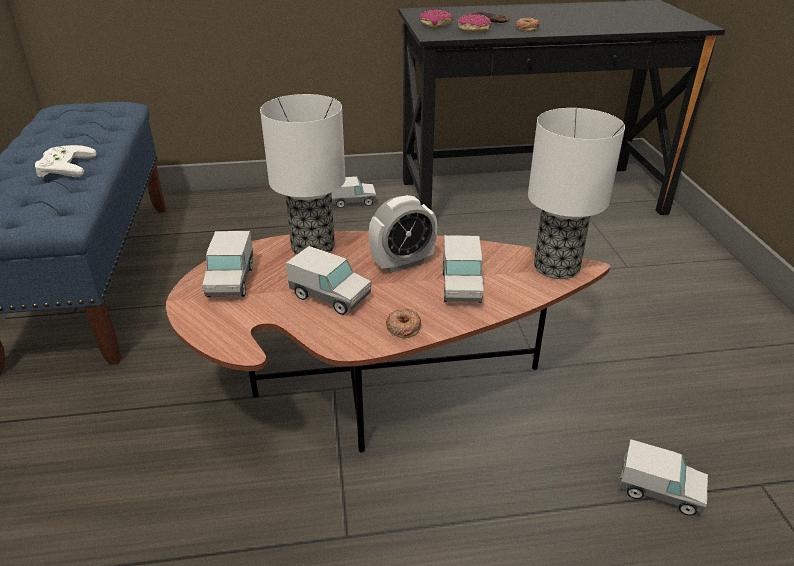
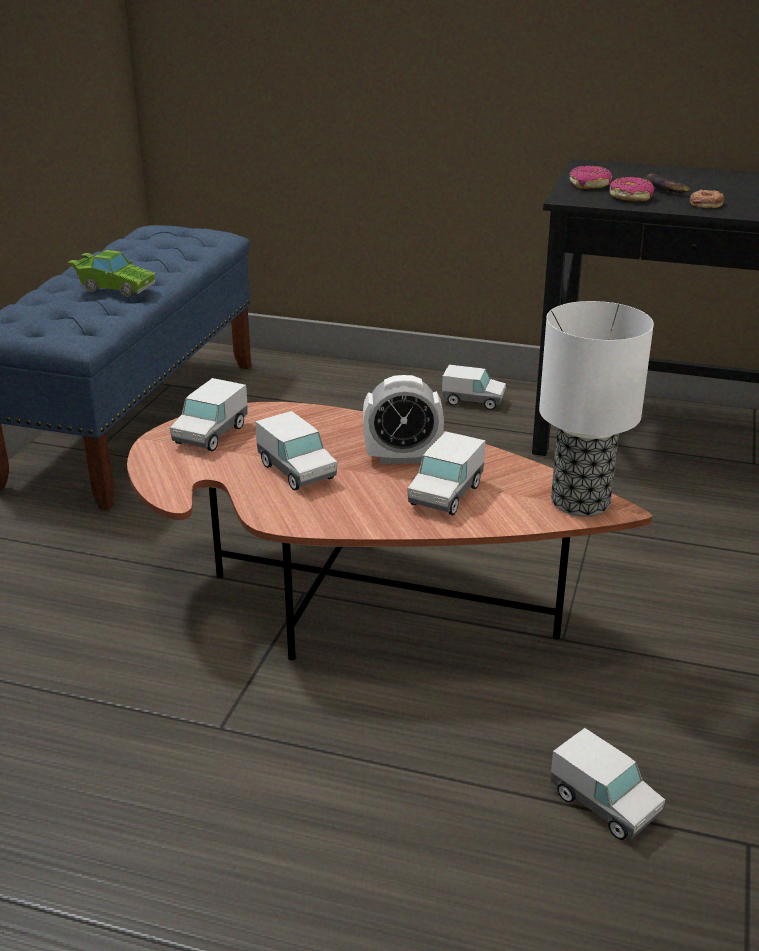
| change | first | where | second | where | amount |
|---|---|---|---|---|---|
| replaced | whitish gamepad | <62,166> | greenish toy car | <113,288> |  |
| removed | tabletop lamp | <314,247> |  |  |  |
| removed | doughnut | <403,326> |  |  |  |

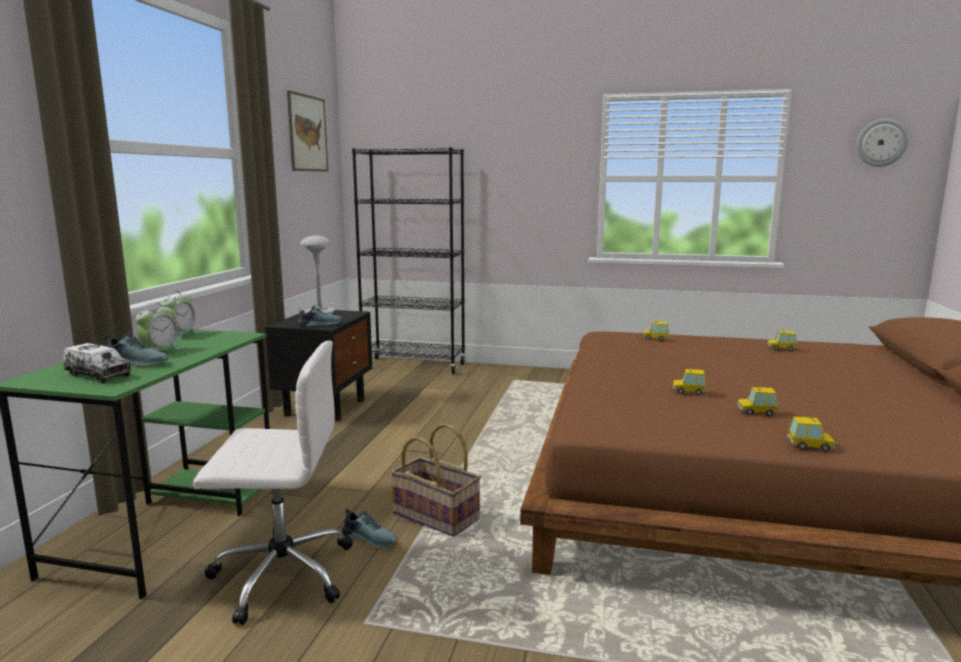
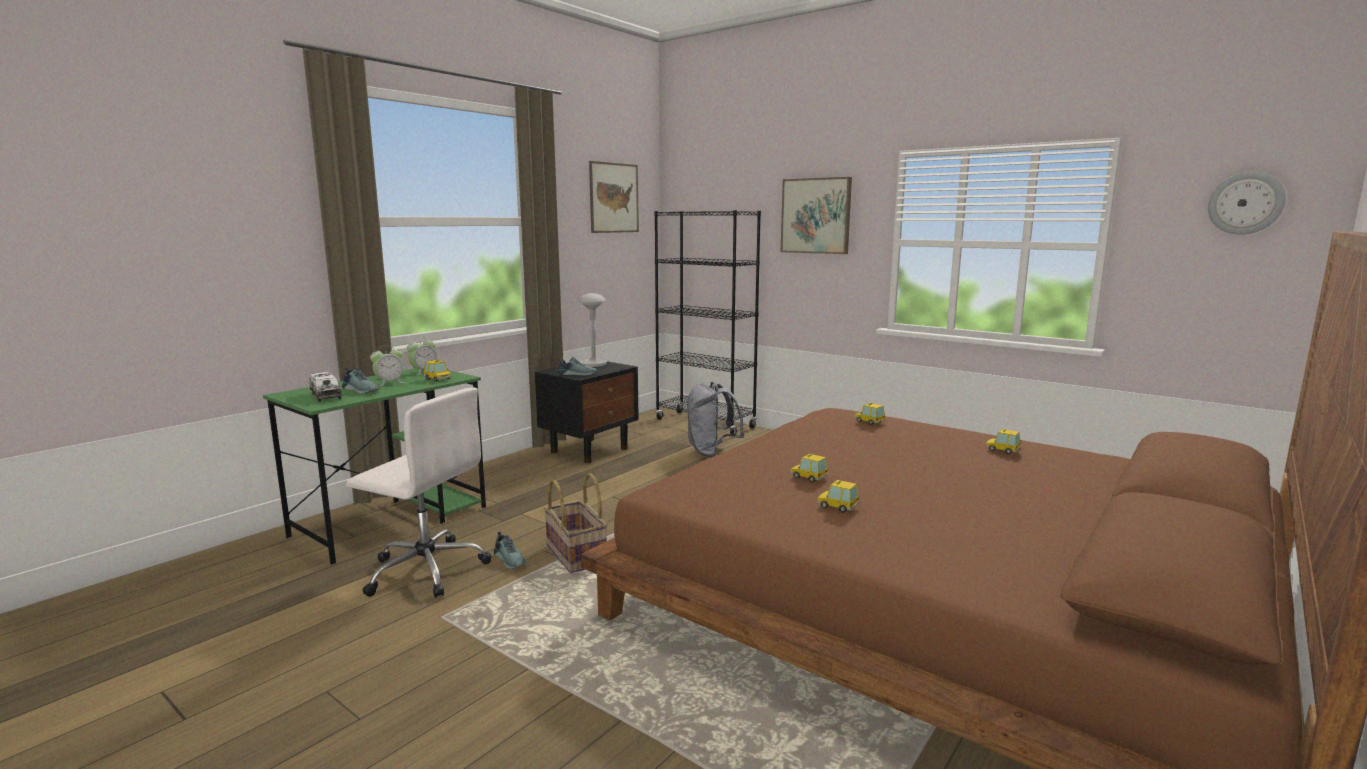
| change | first | where | second | where | amount |
|---|---|---|---|---|---|
| moved | toy car | <810,445> |  | <438,379> |  |
| added |  |  | gray backpack | <711,452> |  |
| added |  |  | wall picture | <816,216> |  |

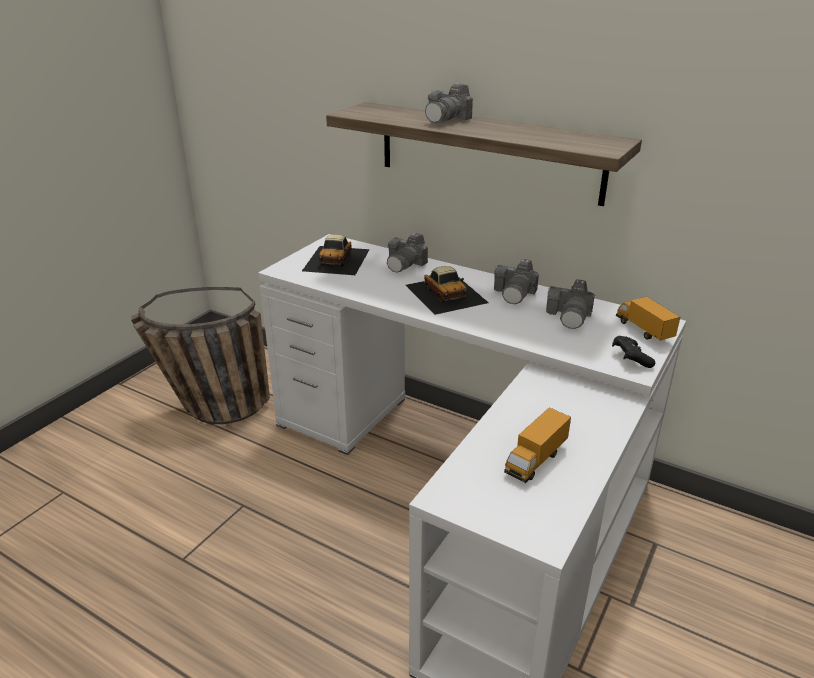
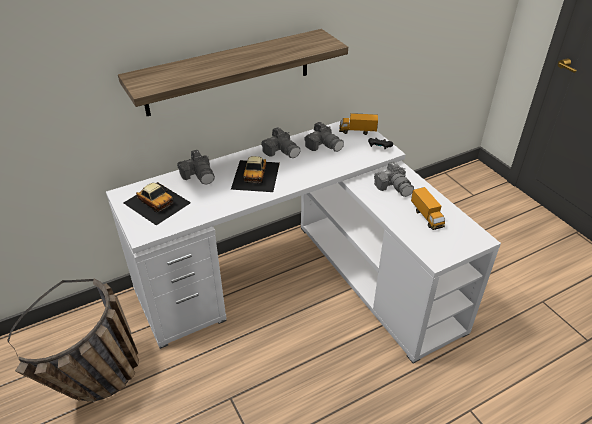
| change | first | where | second | where | amount |
|---|---|---|---|---|---|
| turned | toy car | <446,293> |  | <256,175> | 90 degrees clockwise |
| moved | photo camera | <447,119> |  | <394,187> |  |

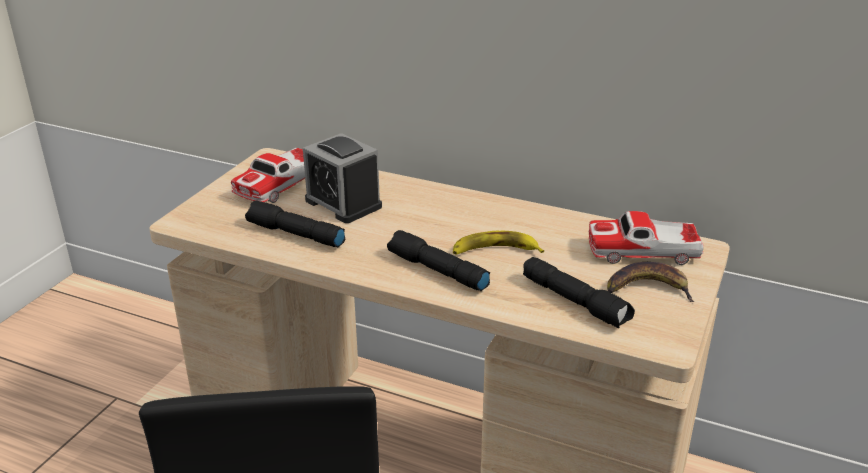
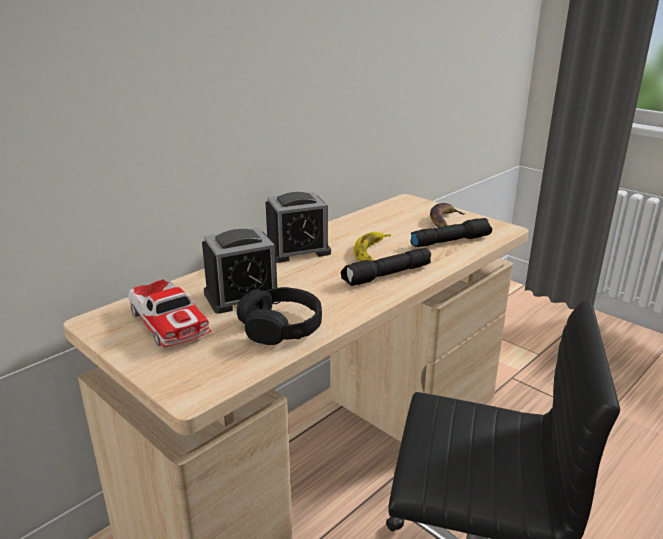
| change | first | where | second | where | amount |
|---|---|---|---|---|---|
| replaced | black-coloured flashlight | <294,234> | black-coloured headset | <281,327> |  |
| removed | toy car | <643,251> |  |  |  |
| added |  |  | alarm clock | <297,250> |  |

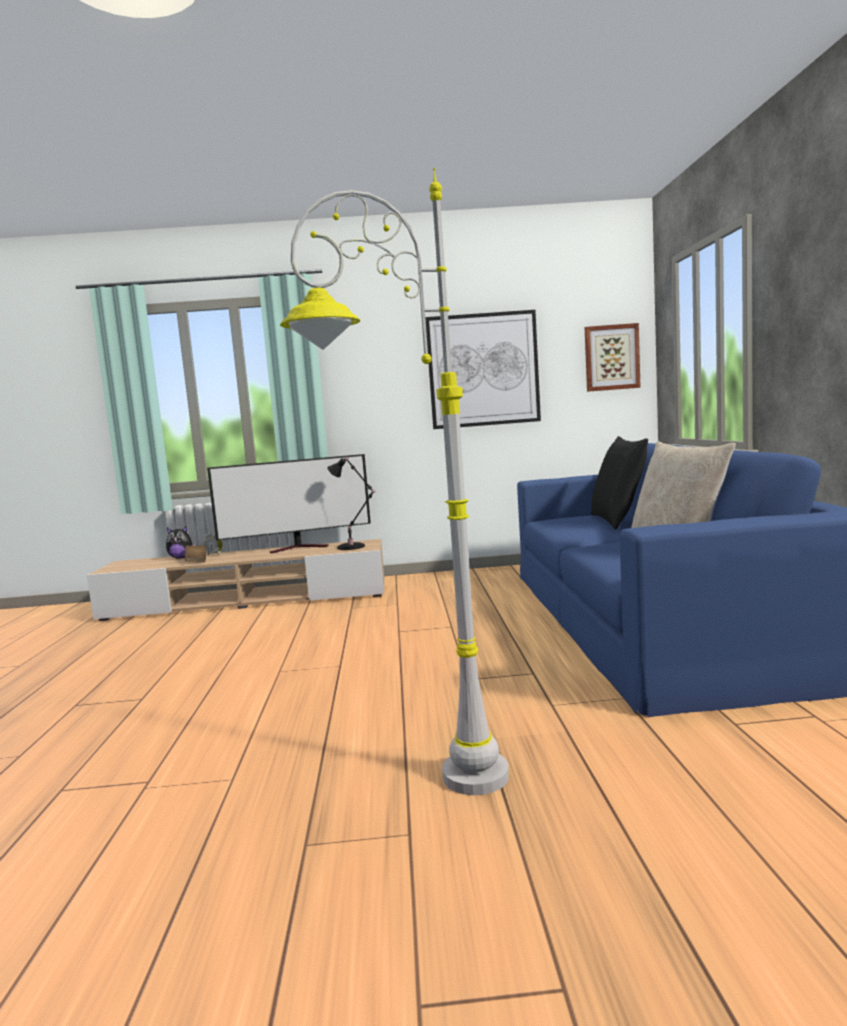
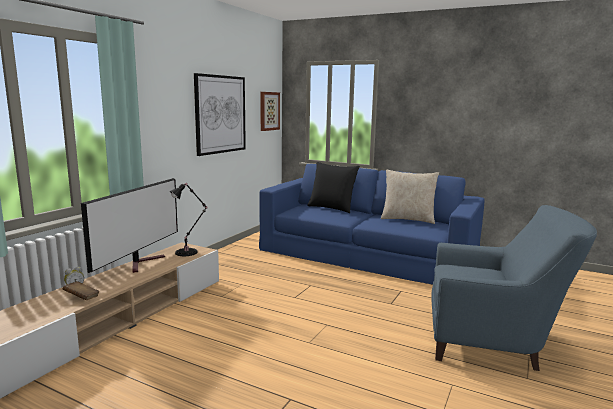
| change | first | where | second | where | amount |
|---|---|---|---|---|---|
| removed | plush toy | <181,558> |  |  |  |
| replaced | gray standing lamp | <420,788> | blue-coloured armchair | <494,343> |  |

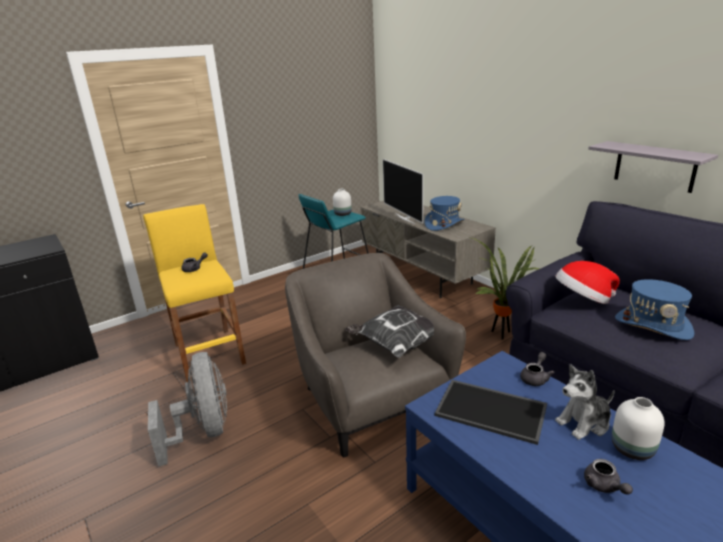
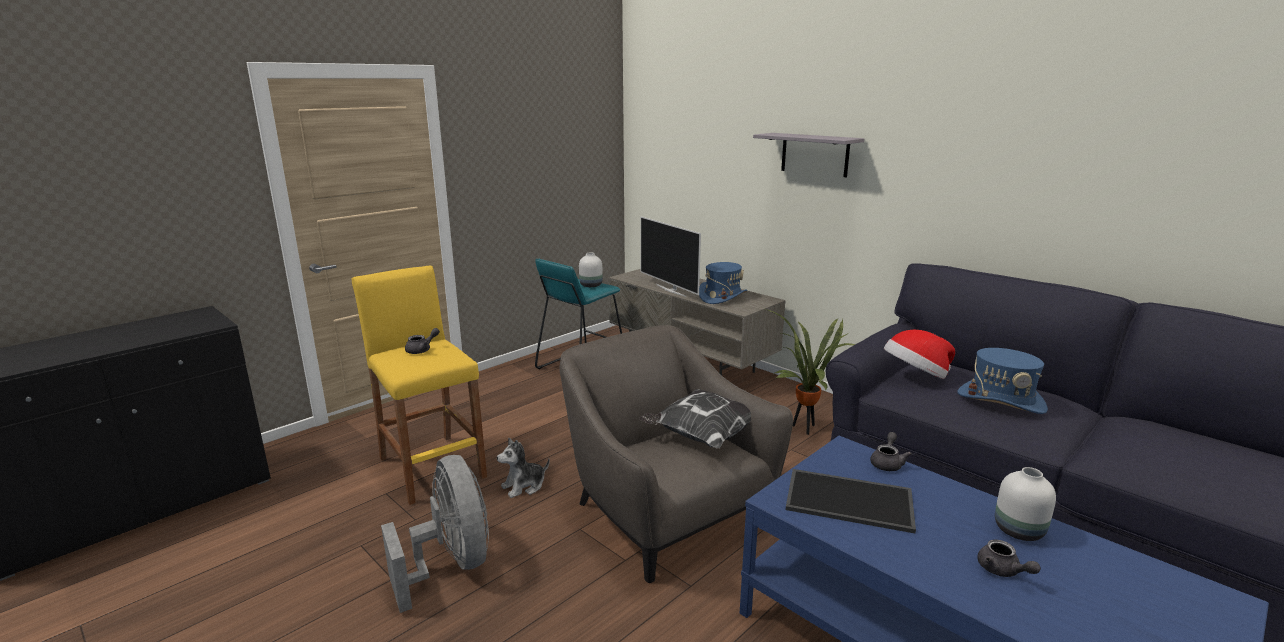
| change | first | where | second | where | amount |
|---|---|---|---|---|---|
| moved | plush toy | <584,422> |  | <524,486> |  |
| moved | gray bracket shelf | <654,166> |  | <814,154> |  |

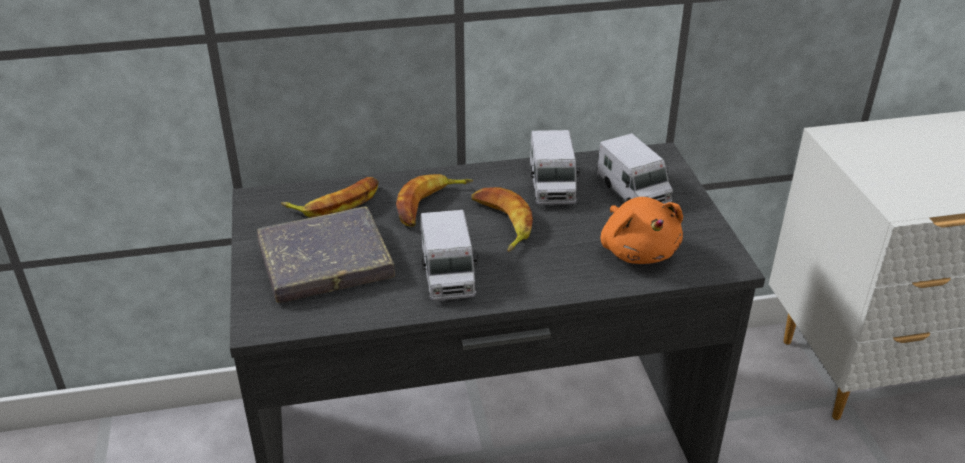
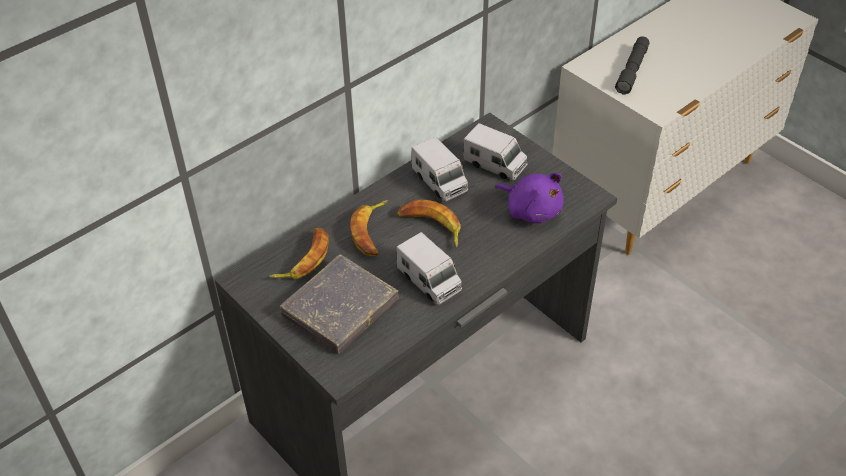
| change | first | where | second | where | amount |
|---|---|---|---|---|---|
| recoloured | orangey plush toy | <638,250> | purplish plush toy | <531,210> |  |
| added |  |  | gray flashlight | <632,70> |  |

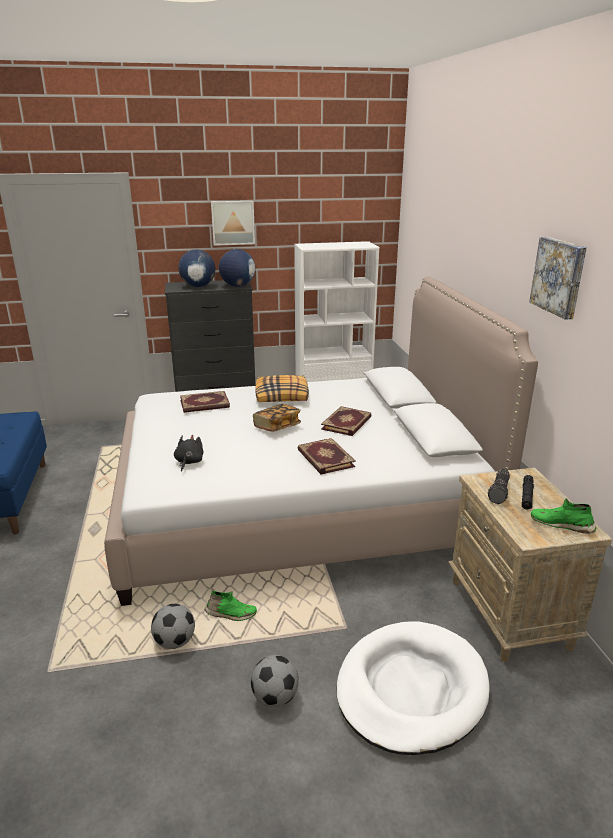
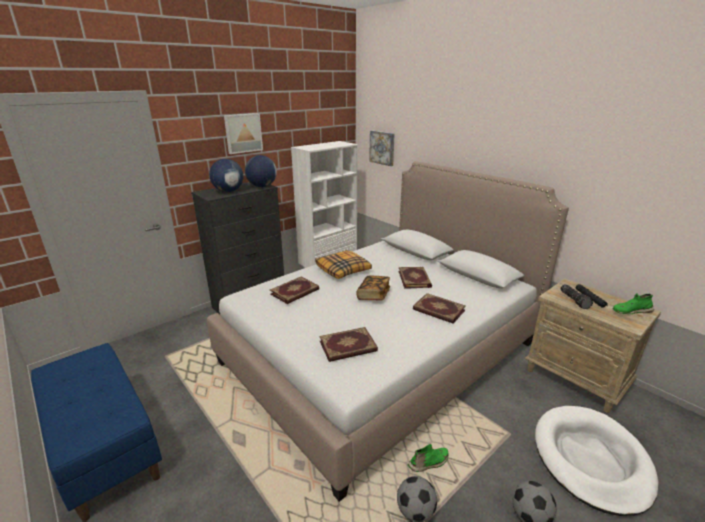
| change | first | where | second | where | amount |
|---|---|---|---|---|---|
| replaced | black-coloured plush toy | <188,462> | book | <348,347> |  |
| moved | wall picture | <559,276> |  | <382,147> |  |

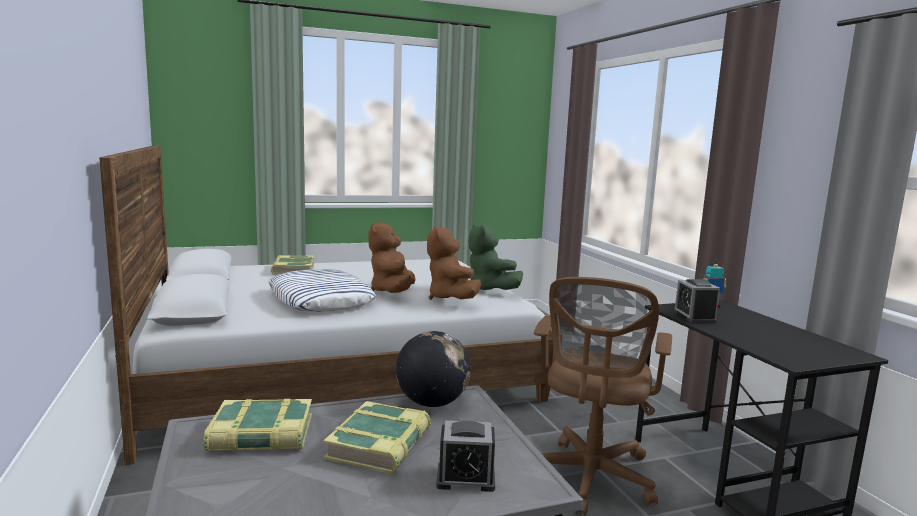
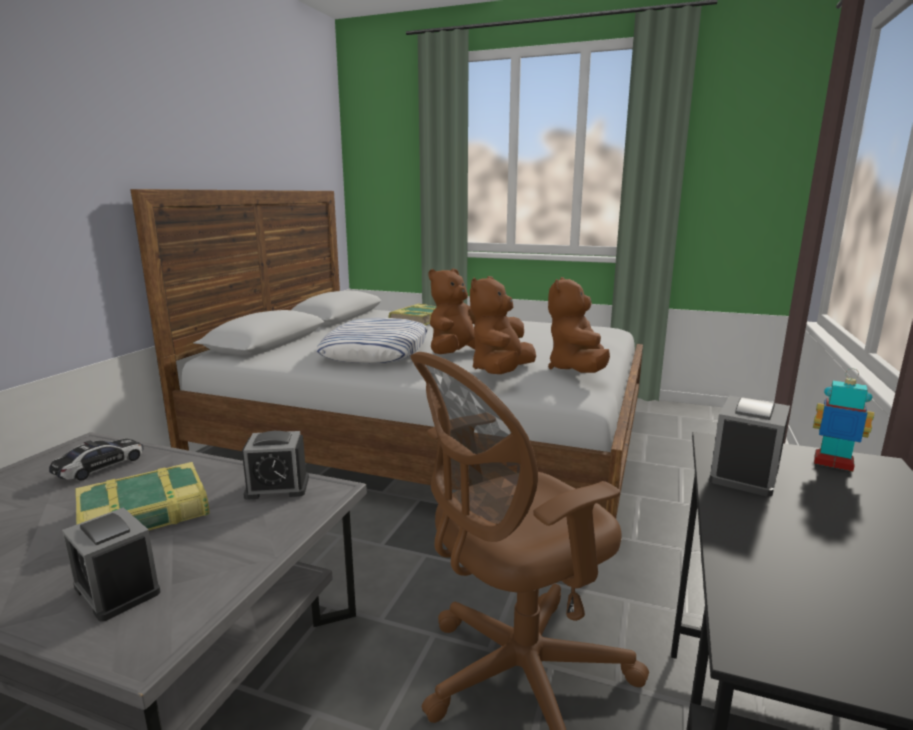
| change | first | where | second | where | amount |
|---|---|---|---|---|---|
| replaced | book | <261,435> | toy car | <100,466> |  |
| replaced | globe | <432,403> | alarm clock | <277,487> |  |
| recoloured | greenish plush toy | <489,290> | brownish plush toy | <577,370> |  |

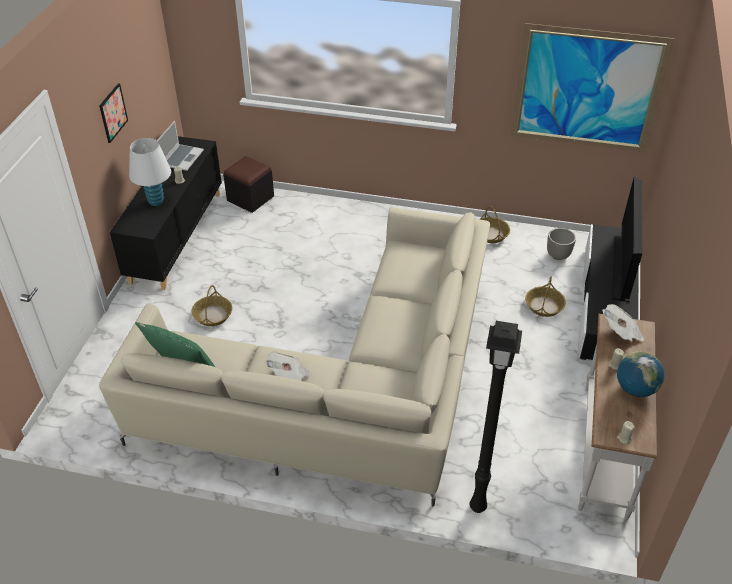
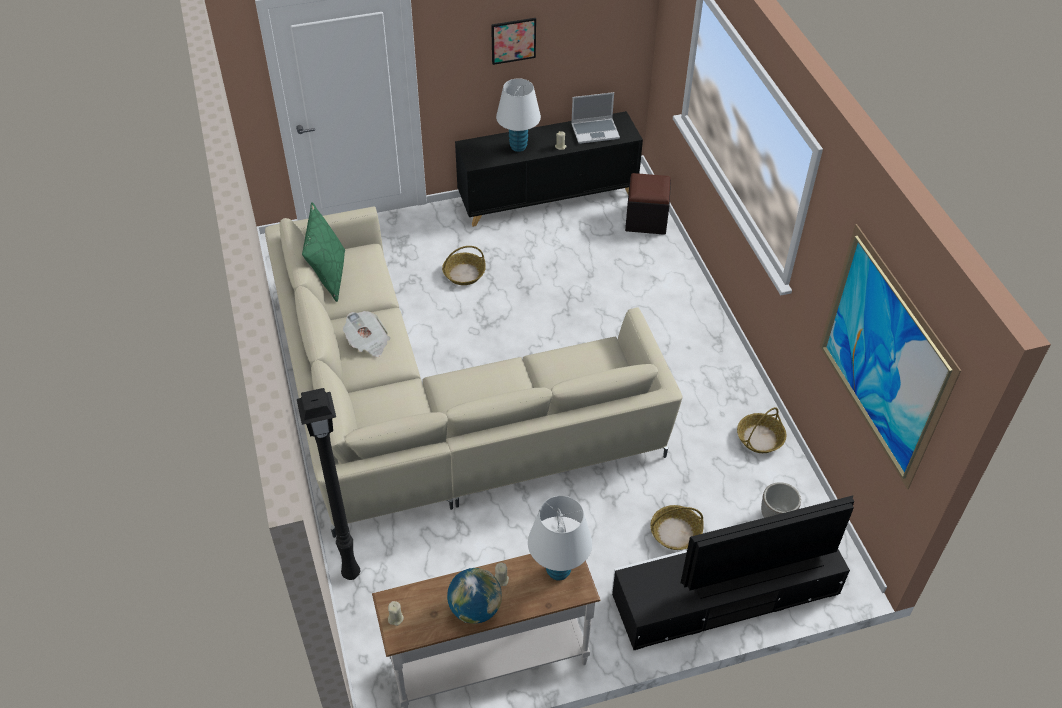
| change | first | where | second | where | amount |
|---|---|---|---|---|---|
| replaced | newspaper | <621,332> | whitish tabletop lamp | <558,571> |  |

